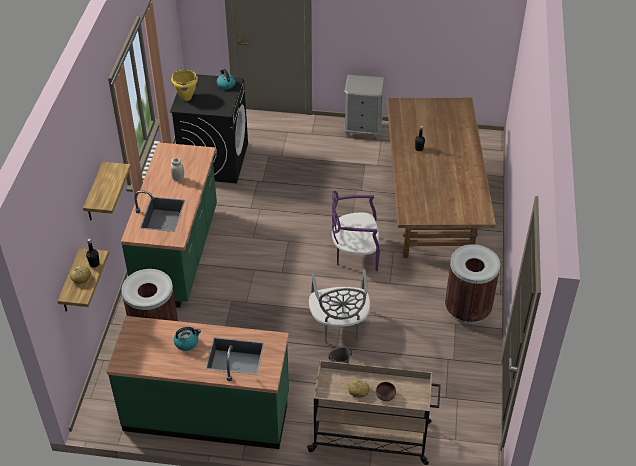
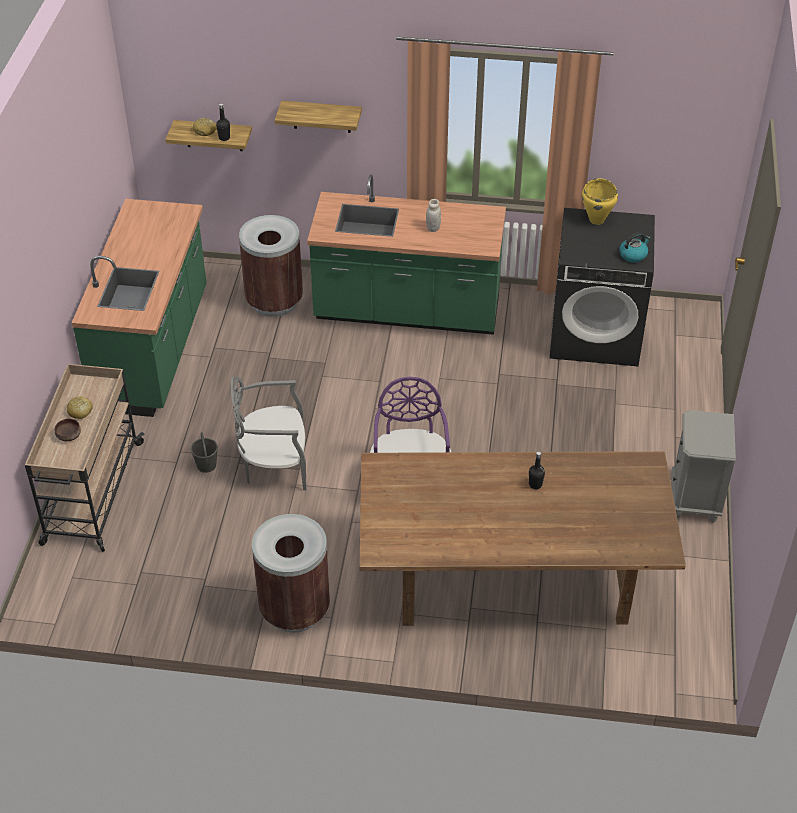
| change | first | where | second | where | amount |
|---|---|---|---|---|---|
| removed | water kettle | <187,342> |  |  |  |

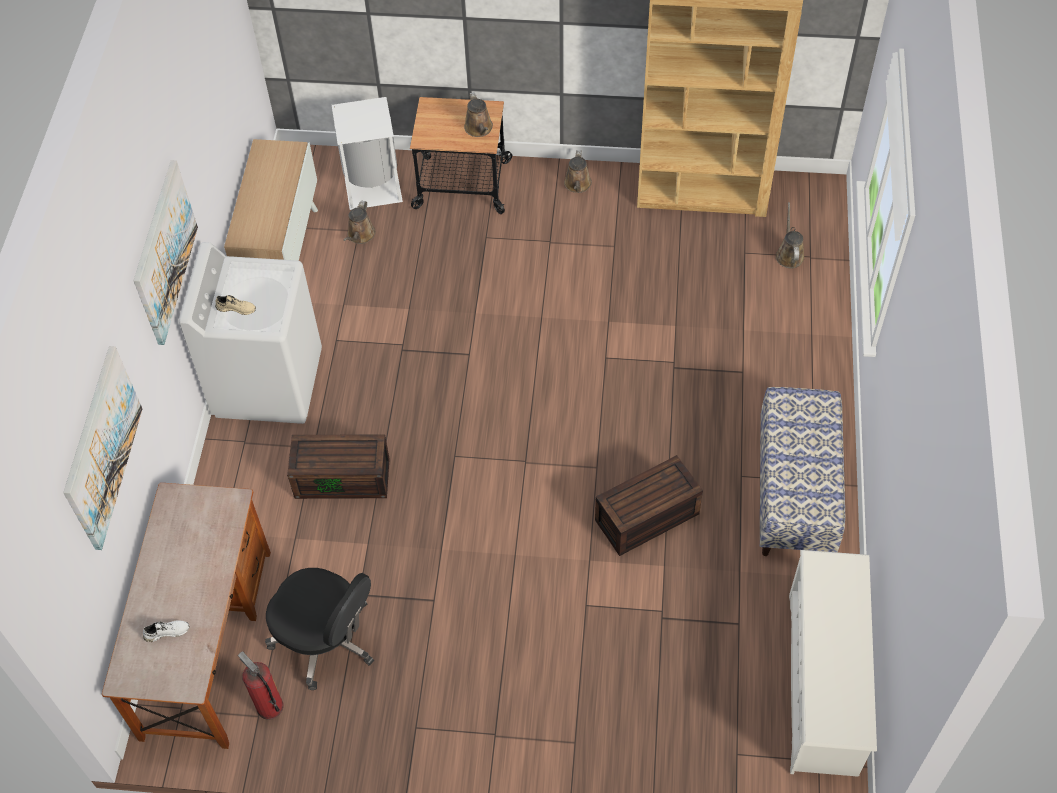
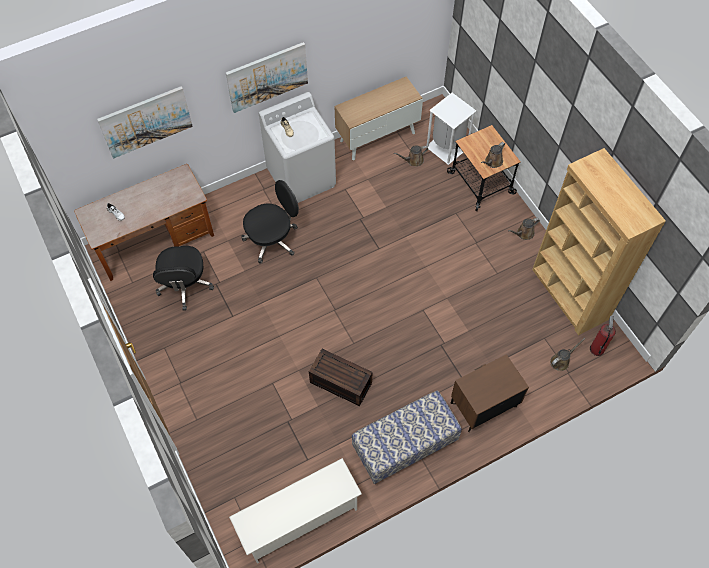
| change | first | where | second | where | amount |
|---|---|---|---|---|---|
| moved | extinguisher | <269,706> |  | <596,349> |  |
| replaced | brownish storage container | <344,477> | black-coloured office chair | <272,239> |  |
| added |  |  | brownish nightstand | <483,405> |  |

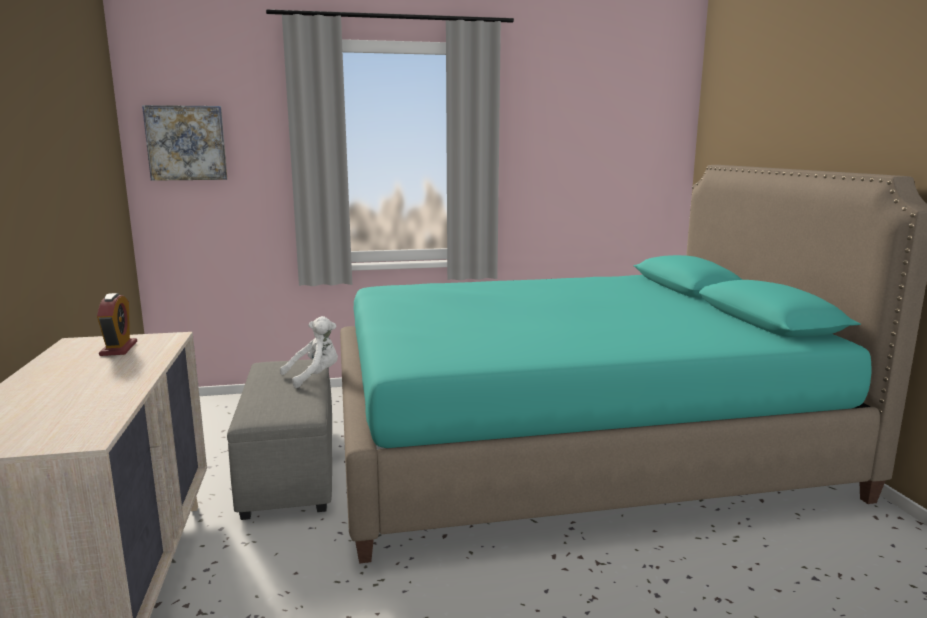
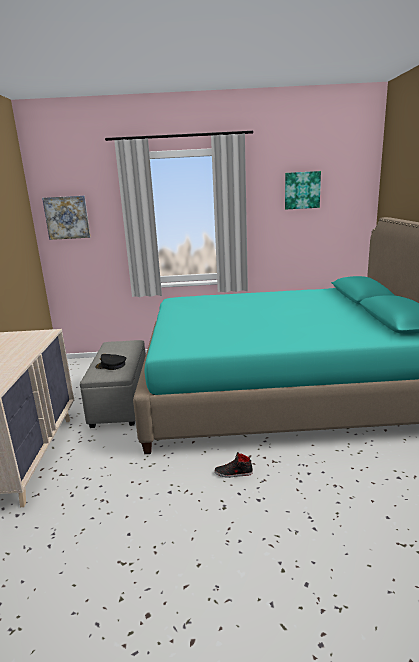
| change | first | where | second | where | amount |
|---|---|---|---|---|---|
| removed | alarm clock | <119,348> |  |  |  |
| removed | whitish plush toy | <314,376> |  |  |  |
| added |  |  | black-coloured cap | <111,365> |  |
| added |  |  | black-coloured low shoe | <233,473> |  |
| added |  |  | wall picture | <302,190> |  |

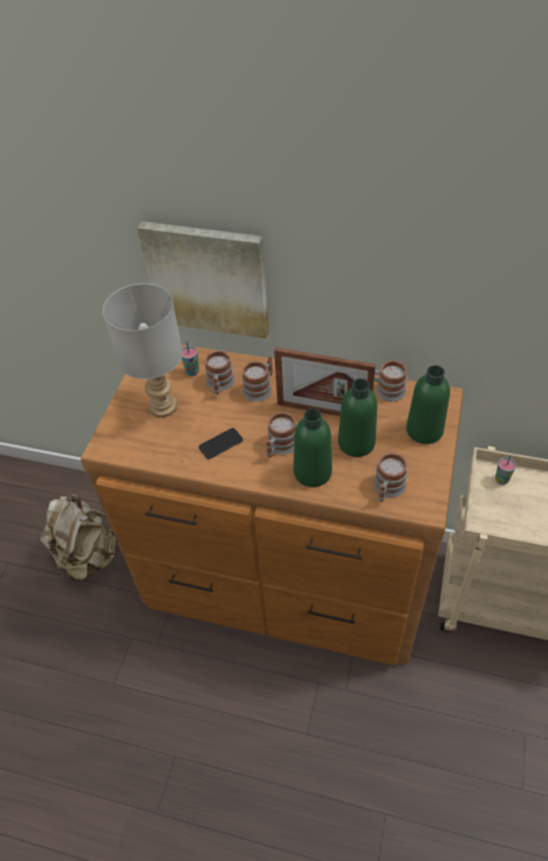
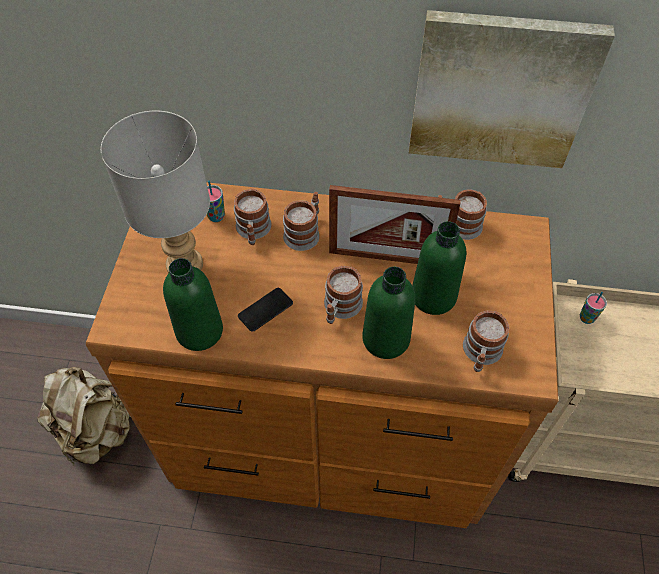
| change | first | where | second | where | amount |
|---|---|---|---|---|---|
| moved | wall picture | <208,279> |  | <500,90> |  |
| moved | greenish bottle | <424,430> |  | <199,331> |  |

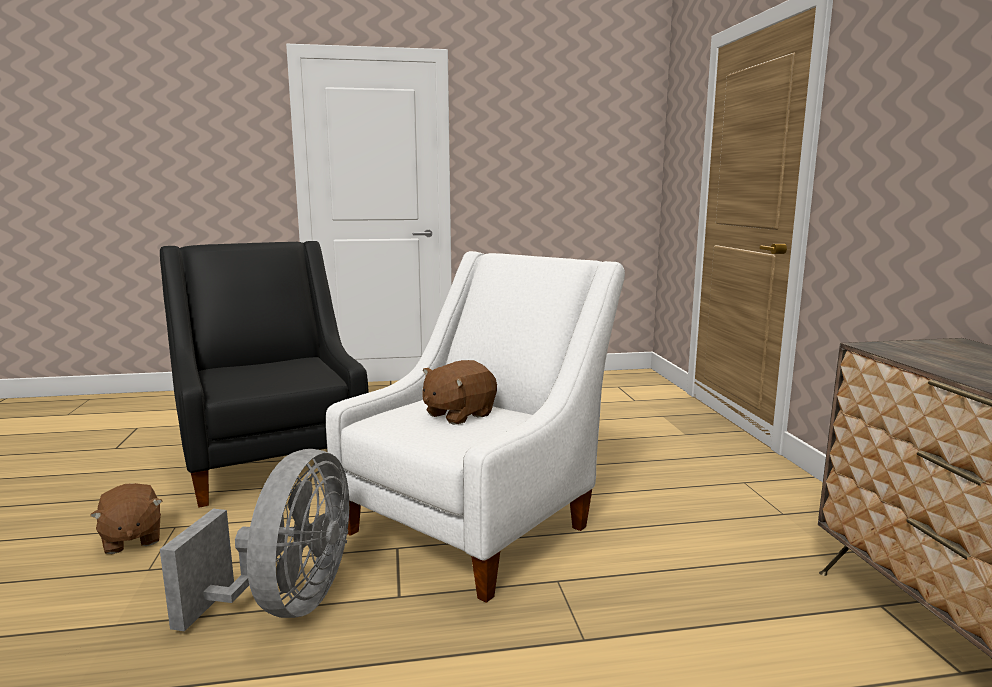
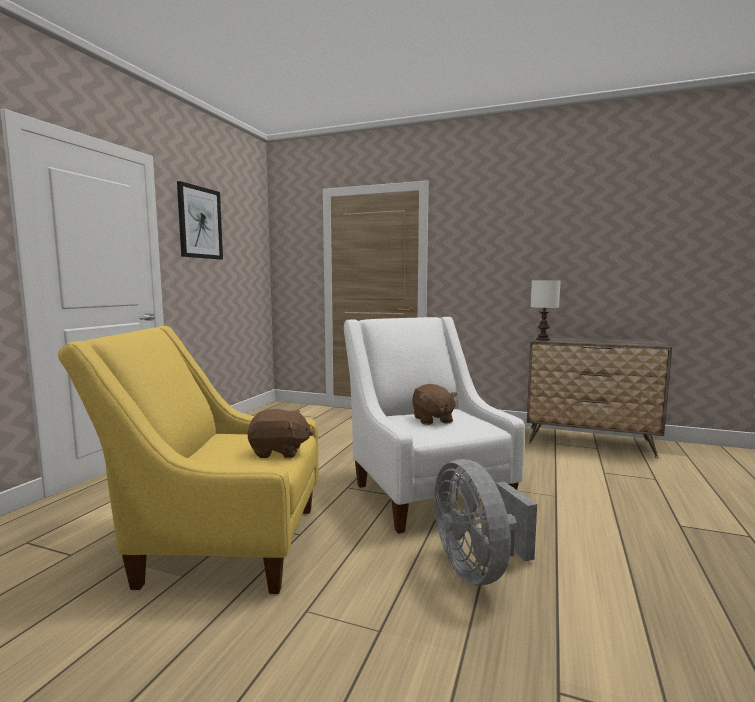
| change | first | where | second | where | amount |
|---|---|---|---|---|---|
| moved | brownish plush toy | <131,539> |  | <279,452> |  |
| recoloured | black-coloured armchair | <272,459> | yellow armchair | <218,543> |  |
| turned | gray electric fan | <286,603> |  | <478,569> | 150 degrees counterclockwise |
| added |  |  | wall picture | <200,222> |  |
| added |  |  | whitish tabletop lamp | <542,339> |  |

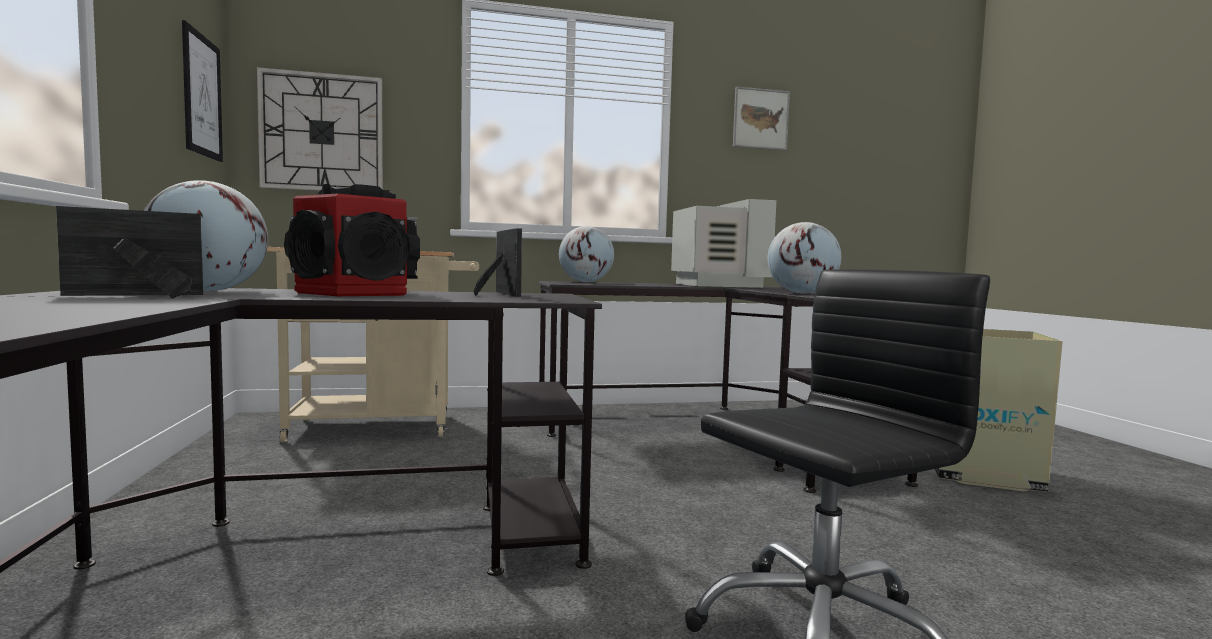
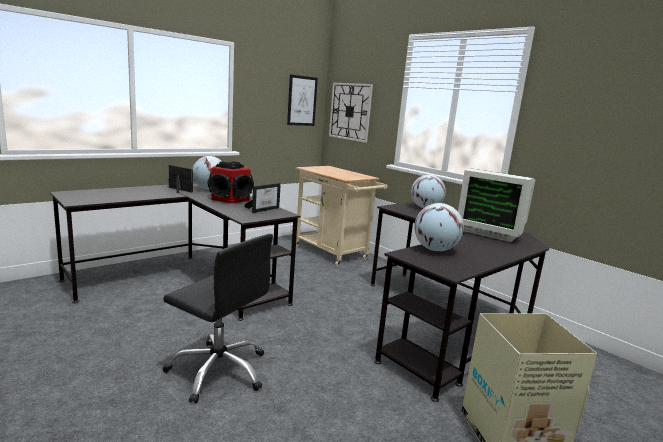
| change | first | where | second | where | amount |
|---|---|---|---|---|---|
| turned | computer screen | <717,285> |  | <492,231> | 75 degrees clockwise |
| removed | wall picture | <760,119> |  |  |  |

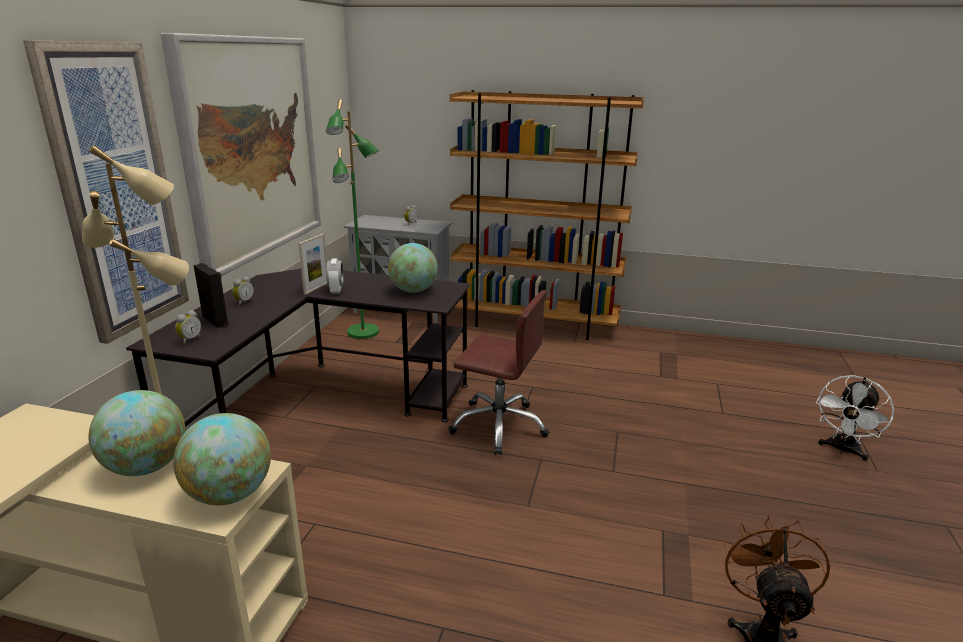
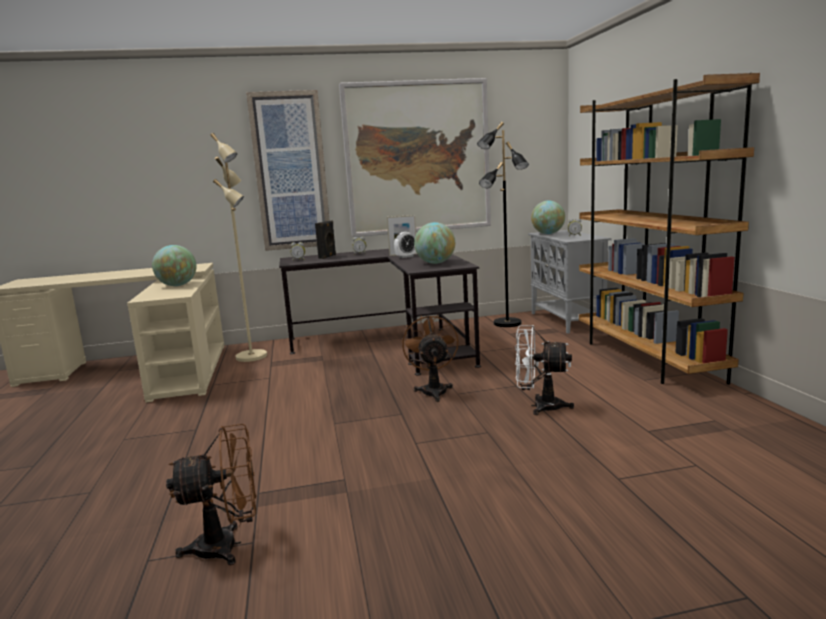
| change | first | where | second | where | amount |
|---|---|---|---|---|---|
| moved | globe | <229,494> |  | <548,234> |  |
| recoloured | greenish standing lamp | <363,332> | black-coloured standing lamp | <507,323> |  |
| replaced | brownish office chair | <499,425> | brownish electric fan | <433,390> |  |
| moved | whitish electric fan | <842,450> |  | <539,406> |  |

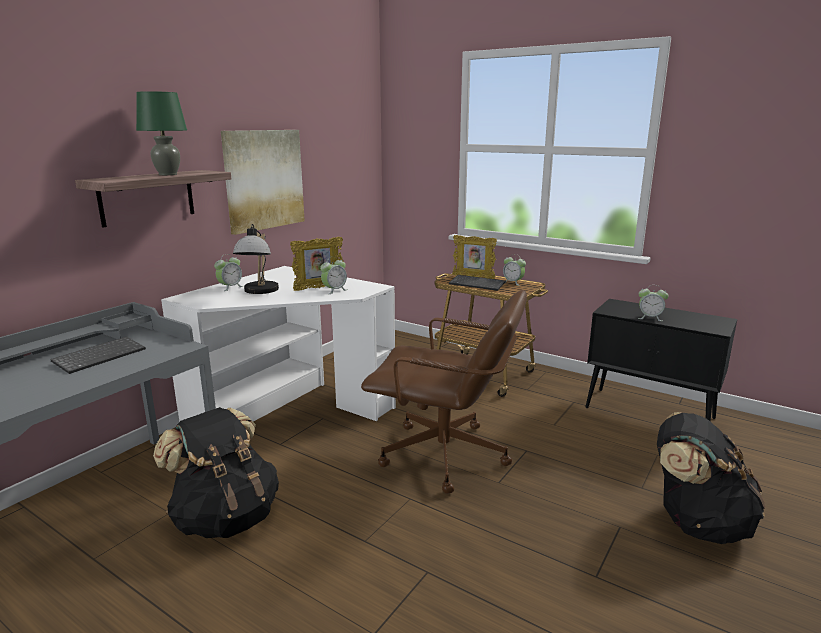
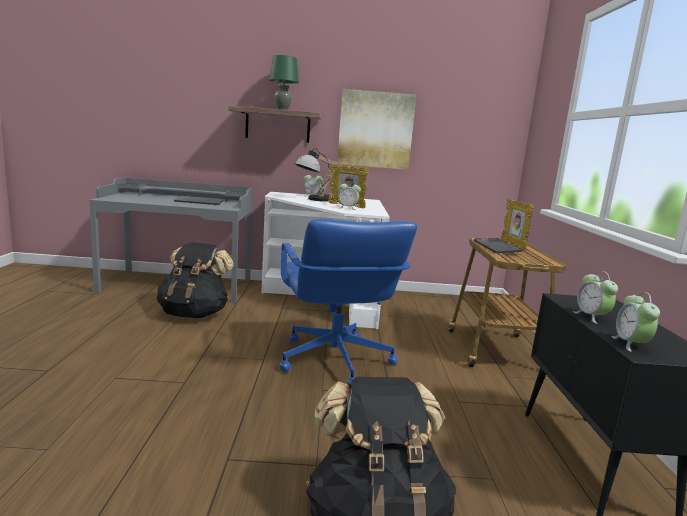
| change | first | where | second | where | amount |
|---|---|---|---|---|---|
| recoloured | brownish office chair | <445,456> | blue-coloured office chair | <334,360> |  |
| moved | alarm clock | <513,282> |  | <630,344> |  |

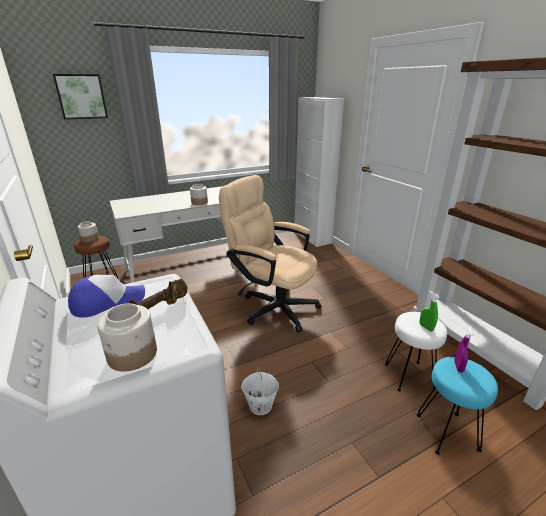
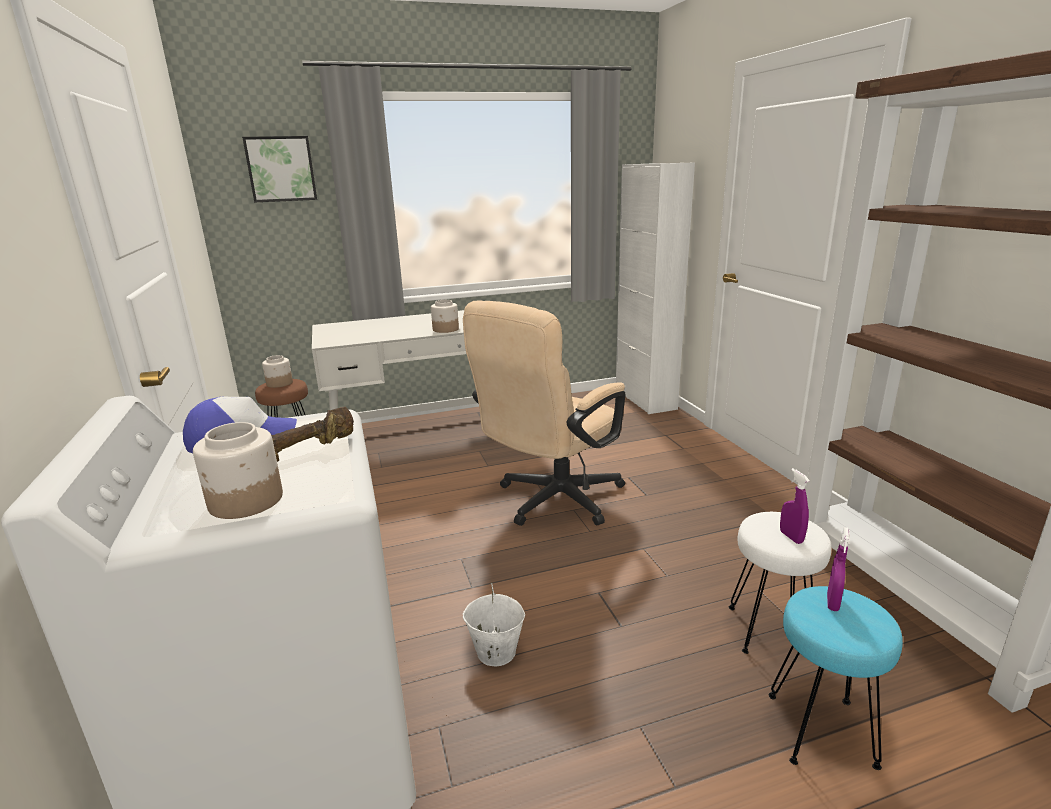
| change | first | where | second | where | amount |
|---|---|---|---|---|---|
| turned | beige office chair | <272,306> |  | <551,502> | 90 degrees counterclockwise |
| recoloured | greenish hand sprayer | <426,327> | purplish hand sprayer | <791,537> |  |

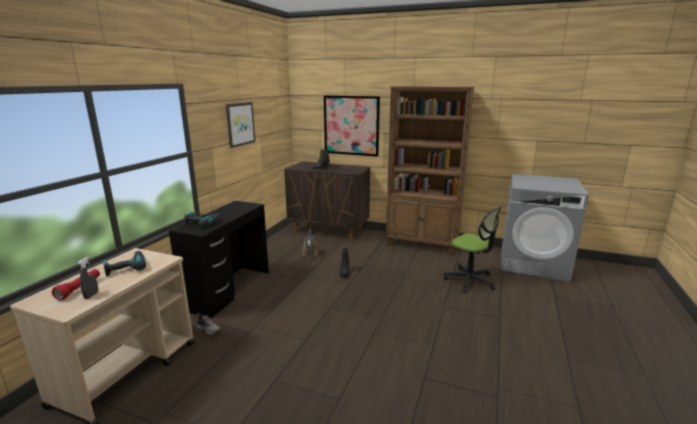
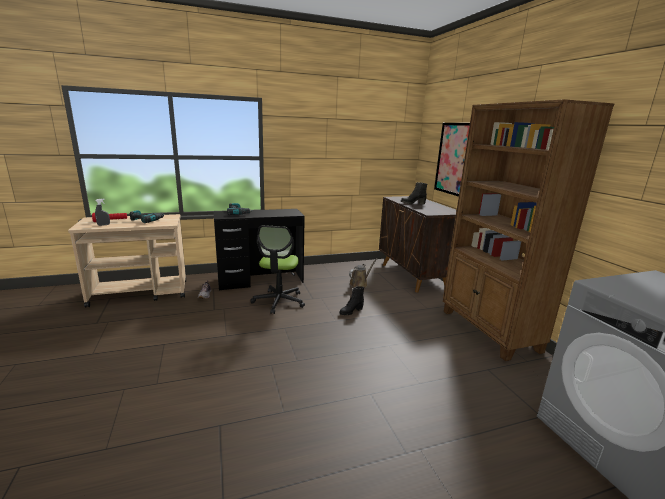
| change | first | where | second | where | amount |
|---|---|---|---|---|---|
| removed | wall picture | <240,124> |  |  |  |
| moved | office chair | <470,280> |  | <279,301> |  |

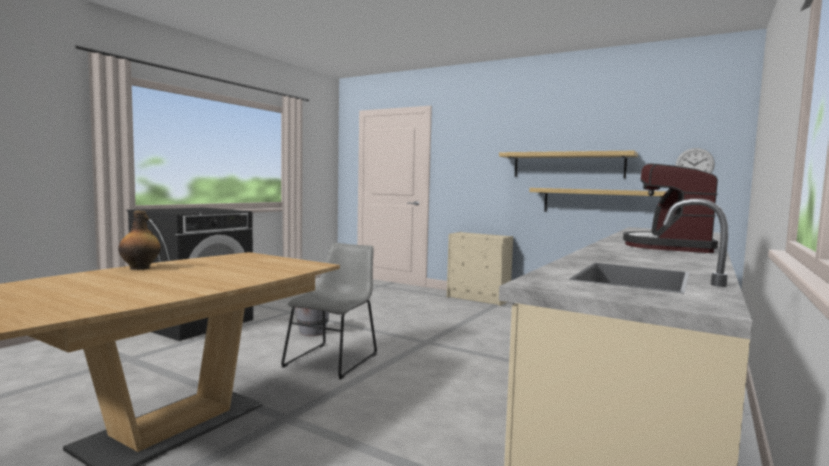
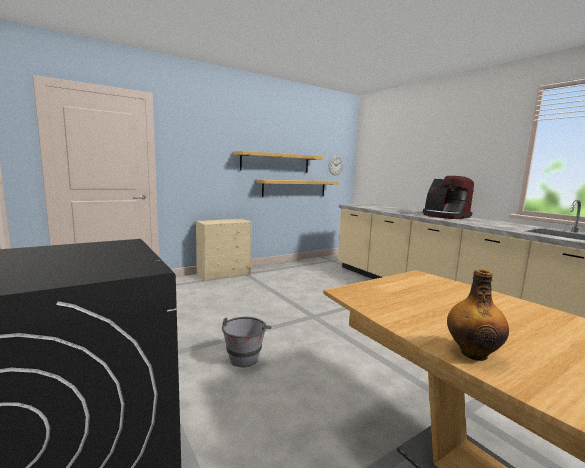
| change | first | where | second | where | amount |
|---|---|---|---|---|---|
| removed | gray upright chair | <333,359> |  |  |  |

